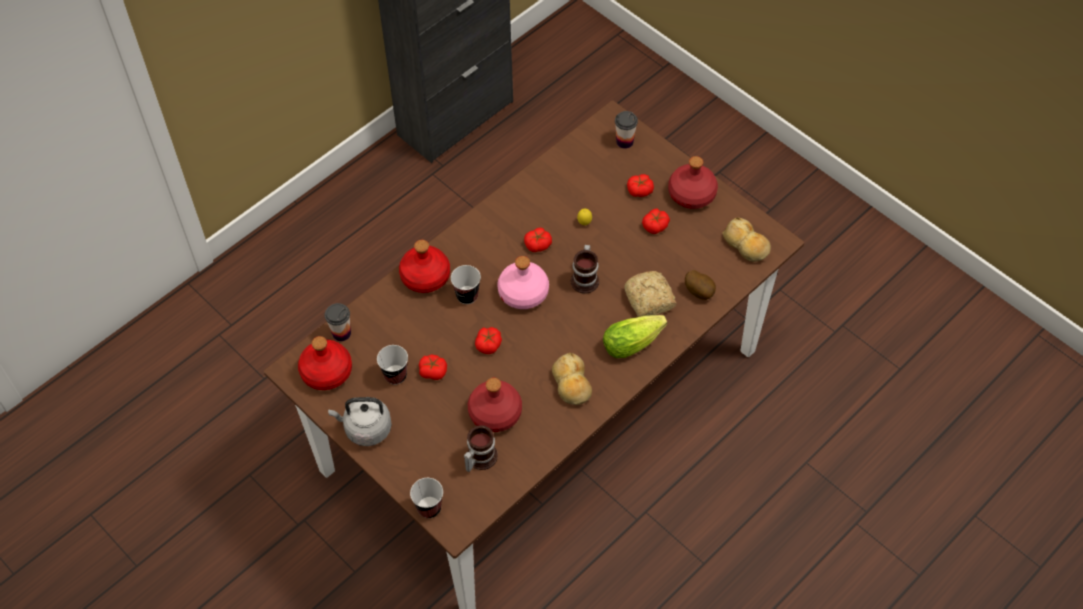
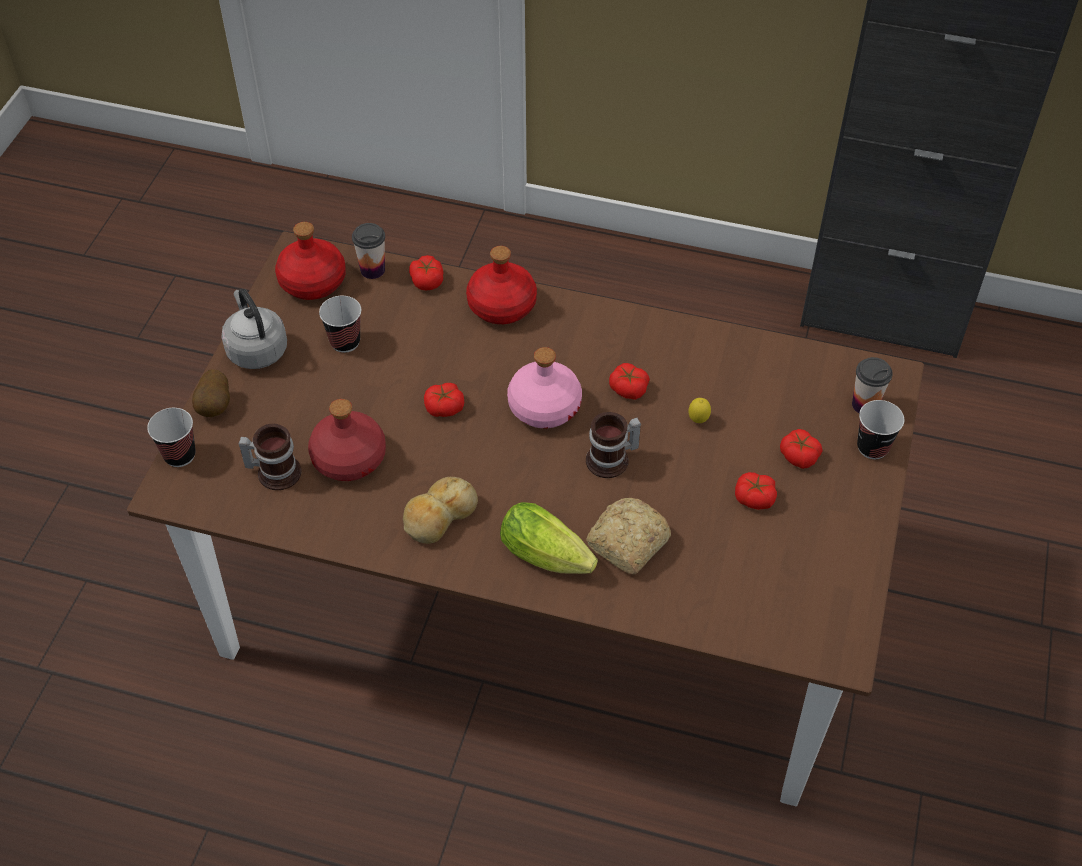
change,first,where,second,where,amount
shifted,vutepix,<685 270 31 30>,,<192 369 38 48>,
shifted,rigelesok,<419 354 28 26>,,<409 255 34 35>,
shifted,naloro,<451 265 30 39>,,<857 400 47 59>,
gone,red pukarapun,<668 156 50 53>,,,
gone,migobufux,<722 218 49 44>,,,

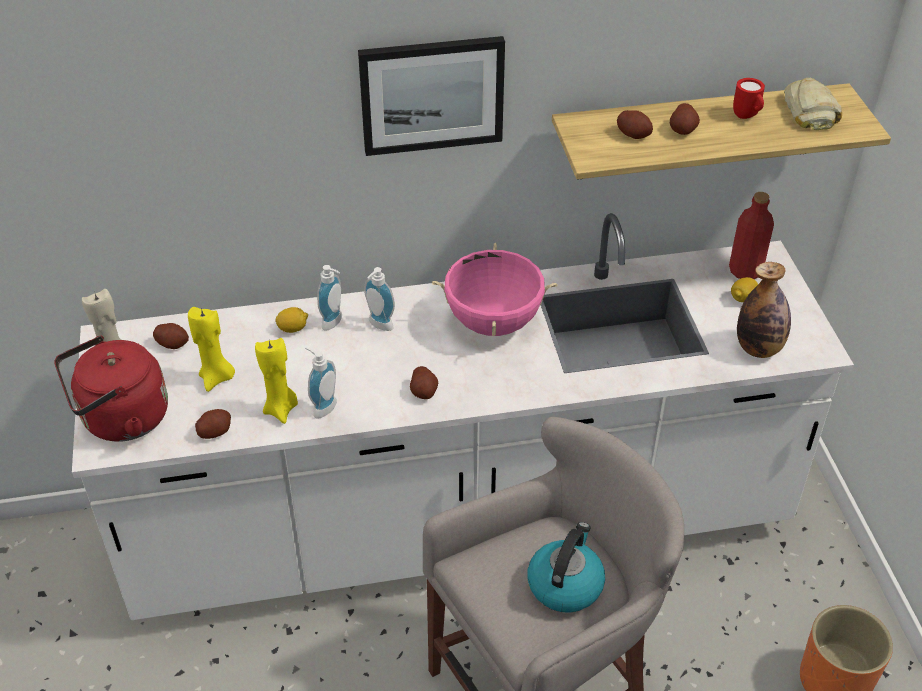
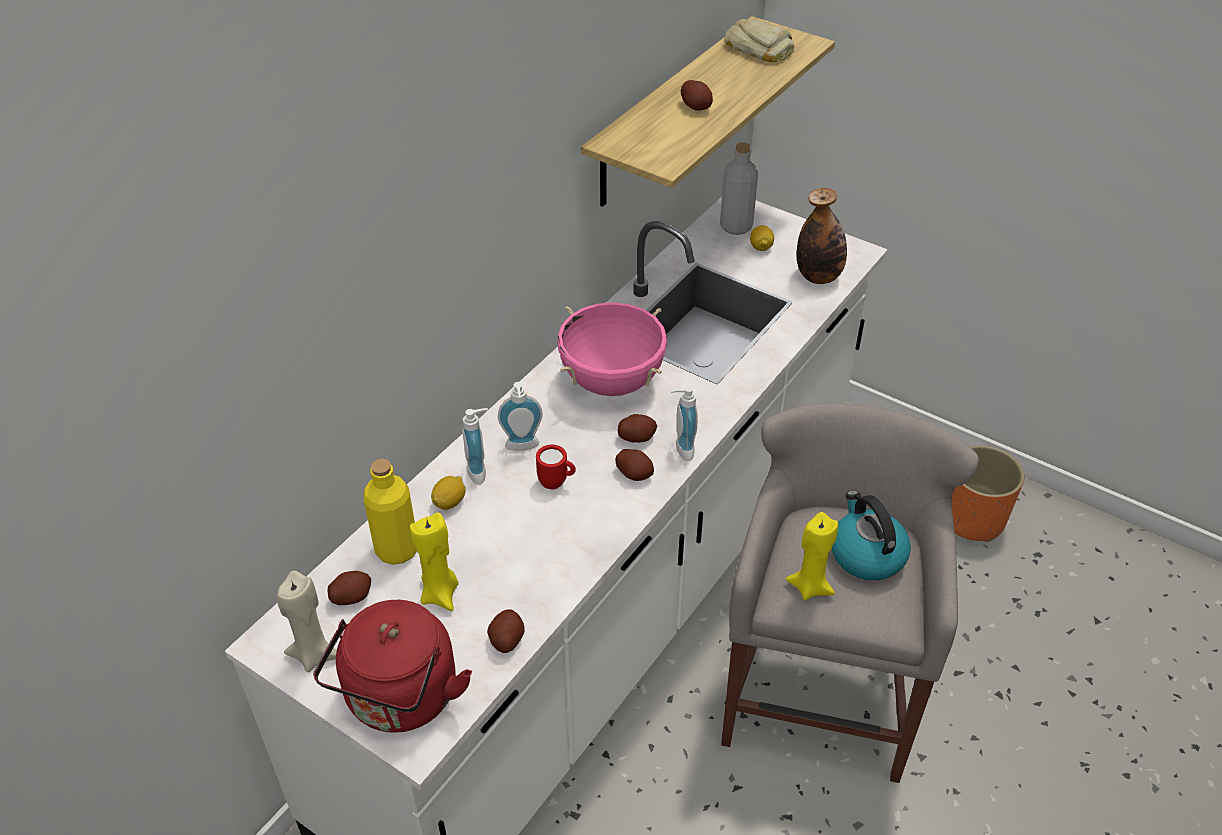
change,first,where,second,where,amount
new,,,yellow pukarapun,<364 459 53 106>,
shifted,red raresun,<733 78 32 41>,,<536 445 40 45>,
shifted,vutepix,<617 110 36 29>,,<618 414 39 29>,
shifted,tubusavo,<305 347 32 72>,,<671 386 27 75>,
repainted,red pukarapun,<729 192 45 87>,grey pukarapun,<720 142 38 93>,
shifted,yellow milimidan,<255 338 43 86>,,<786 512 52 89>,
gone,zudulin,<358 36 147 120>,,,

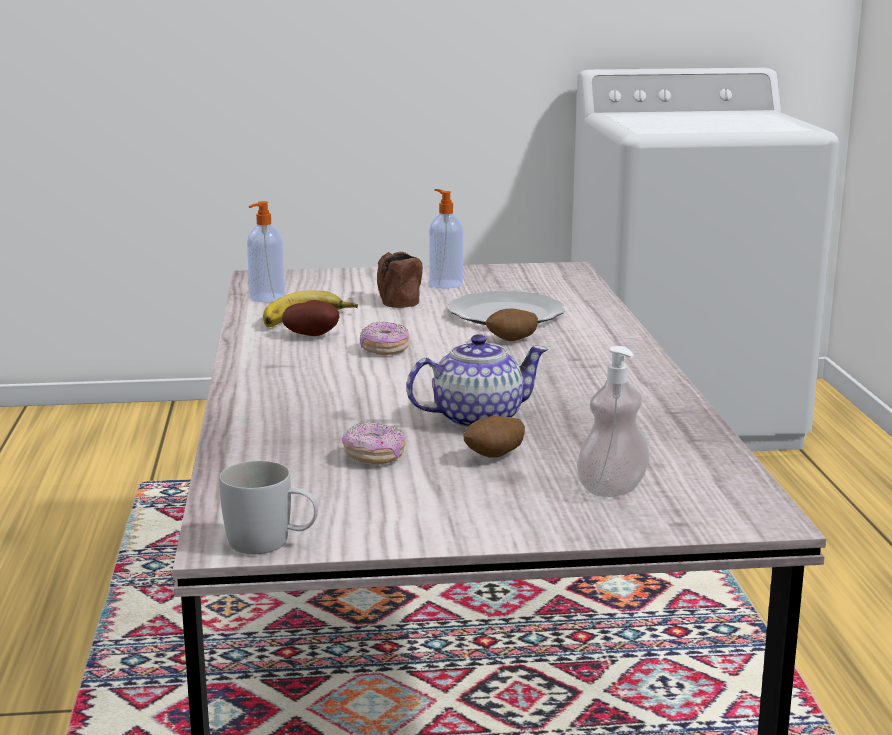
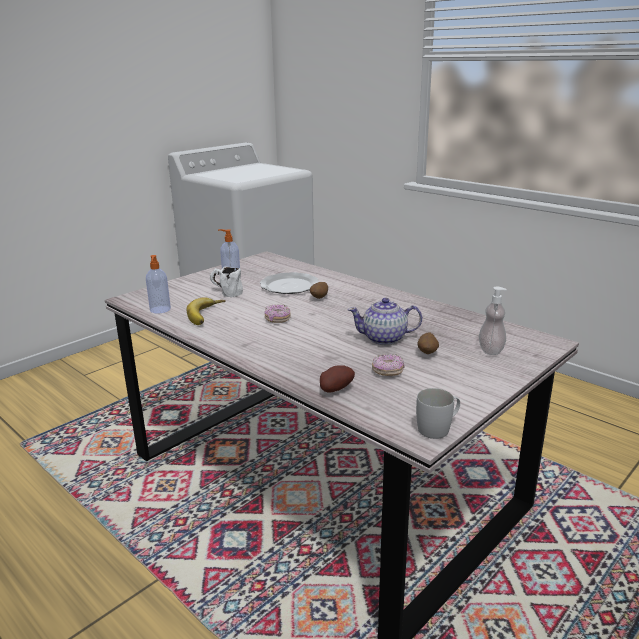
change,first,where,second,where,amount
repainted,brown raresun,<377 252 46 56>,white raresun,<210 266 33 31>,
shifted,vutepix,<282 300 57 36>,,<320 365 35 28>,
rotated,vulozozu,<406 334 142 95>,,<348 298 74 47>,120 degrees counterclockwise

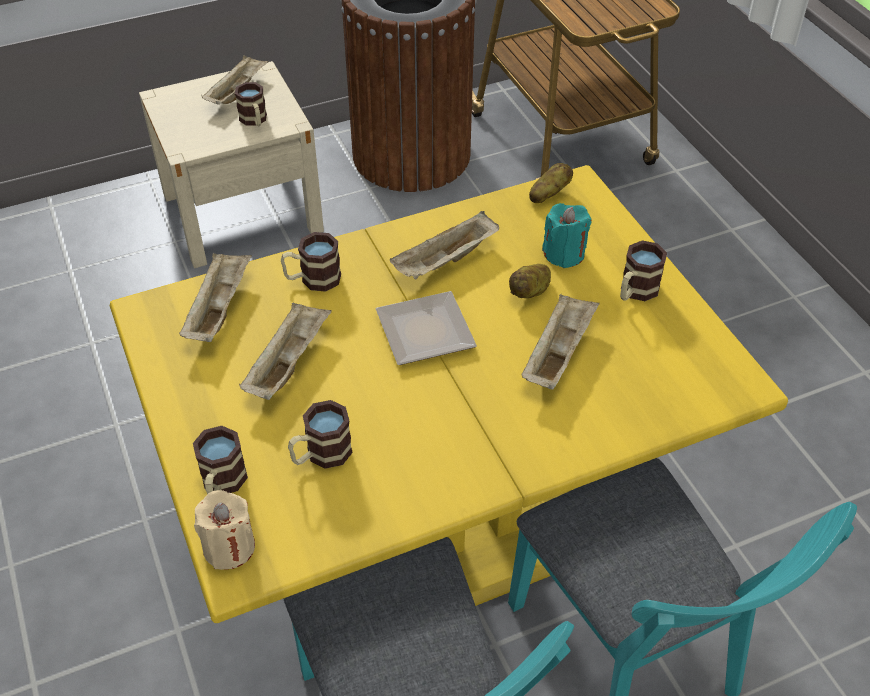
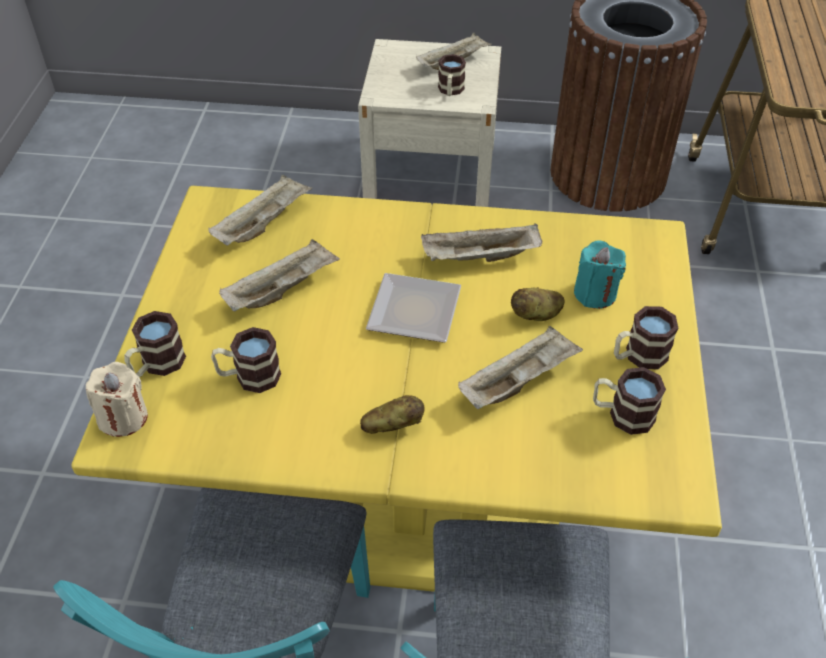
change,first,where,second,where,amount
shifted,vutepix,<529 163 44 40>,,<360 395 64 39>,
shifted,raresun,<281 232 60 60>,,<593 367 73 68>,

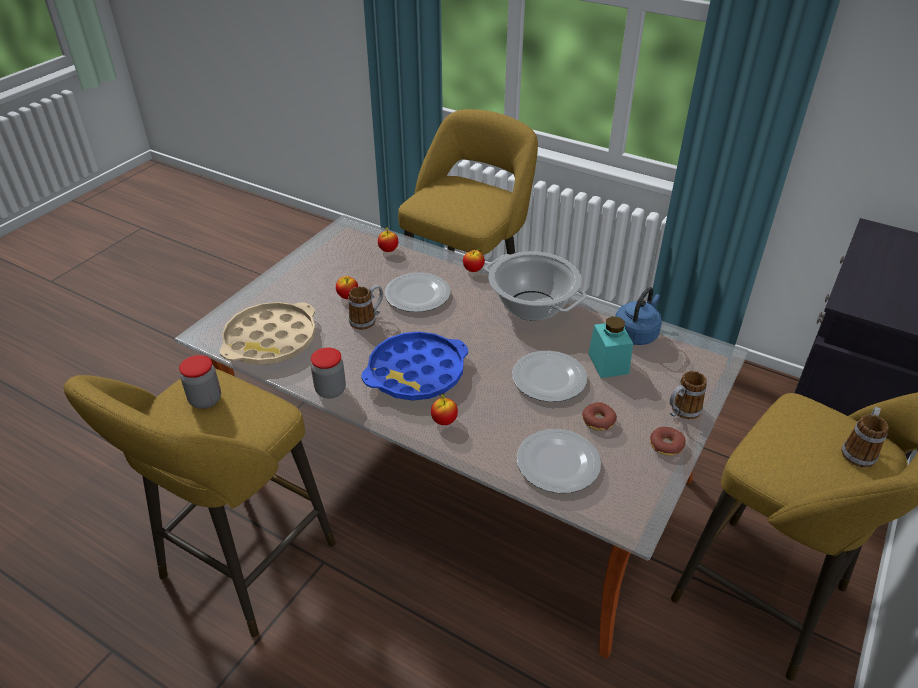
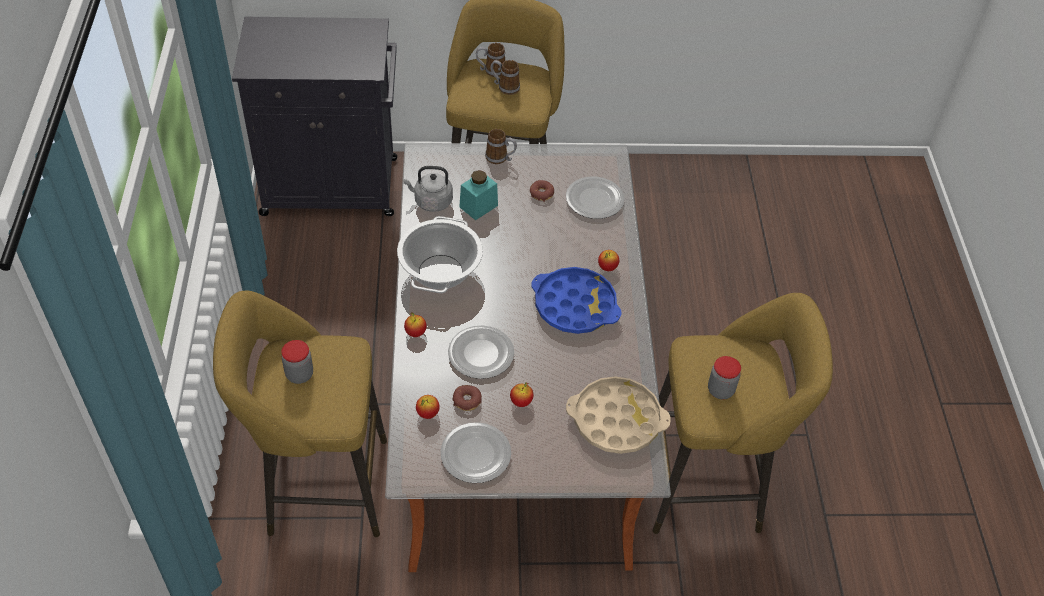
change,first,where,second,where,amount
shifted,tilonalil,<311 347 35 51>,,<281 340 32 44>,
repainted,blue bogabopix,<615 287 47 58>,grey bogabopix,<403 166 50 46>,
shifted,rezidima,<512 351 75 51>,,<441 422 70 61>,
shifted,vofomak,<650 427 36 29>,,<452 385 30 26>,
shifted,raresun,<349 285 34 45>,,<491 60 29 35>,

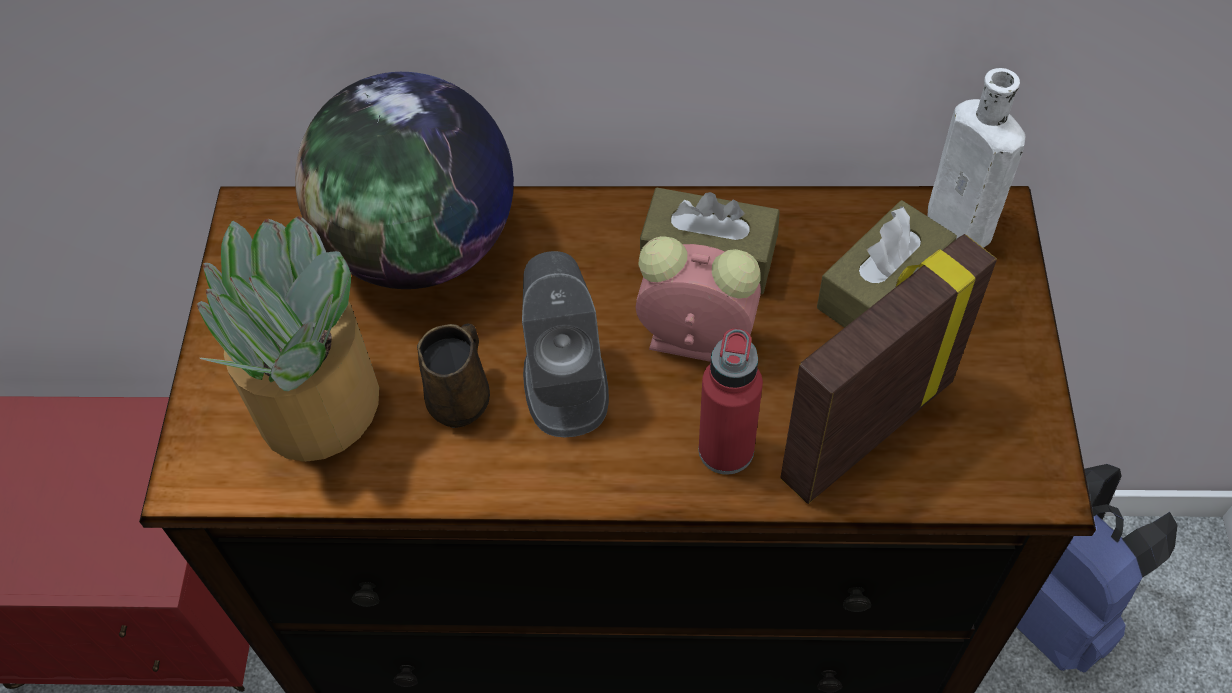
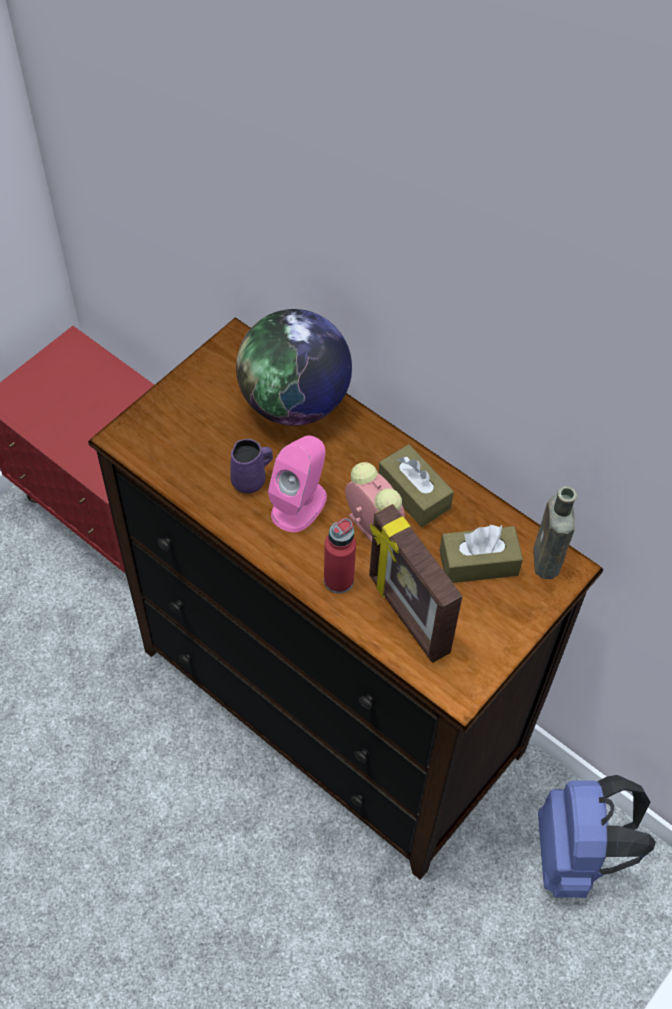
change,first,where,second,where,amount
repainted,brown raresun,<417 324 73 104>,purple raresun,<230 439 43 54>,
repainted,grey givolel,<522 251 87 186>,pink givolel,<268 435 59 97>,
rotated,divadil,<780 234 217 270>,,<369 504 93 159>,120 degrees counterclockwise
repainted,white pukarapun,<928 68 97 180>,brown pukarapun,<533 486 44 93>,
gone,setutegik,<197 216 182 246>,,,

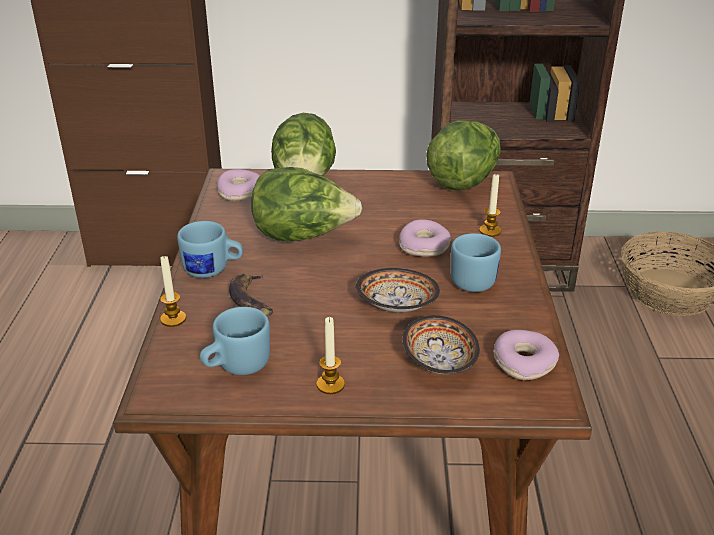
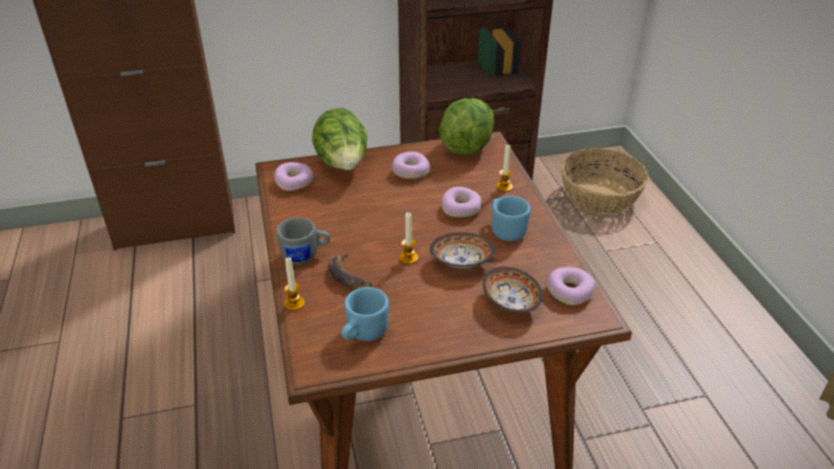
change,first,where,second,where,amount
repainted,blue raresun,<177 221 66 57>,grey raresun,<276 217 54 48>,
new,,,vofomak,<392 152 38 27>,
shifted,milimidan,<316 317 29 77>,,<399 212 19 52>,
gone,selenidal,<251 167 111 75>,,,

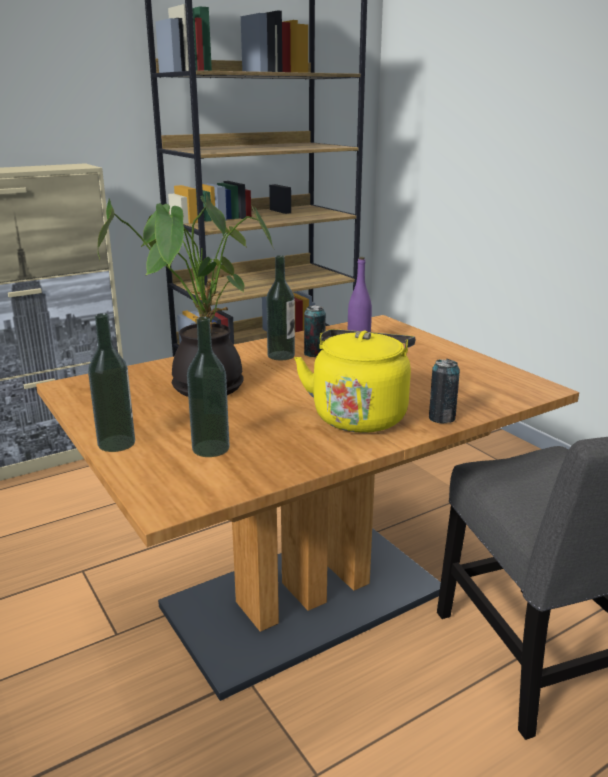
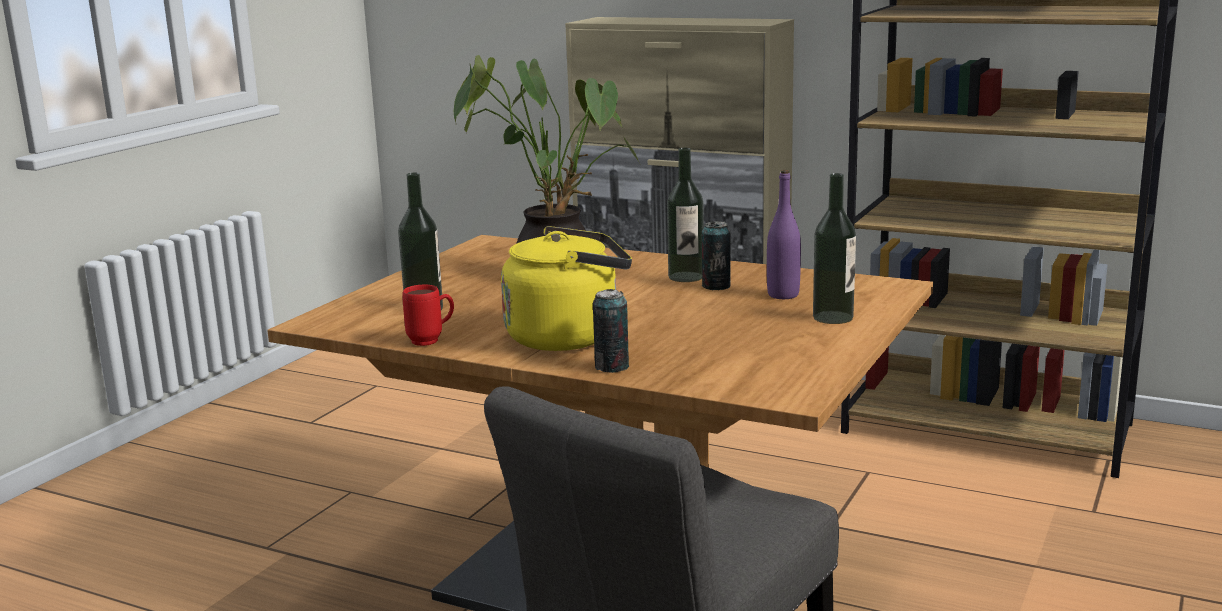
change,first,where,second,where,amount
new,,,red raresun,<402 285 52 61>,
shifted,pukarapun,<88 313 47 139>,,<813 173 43 151>,

